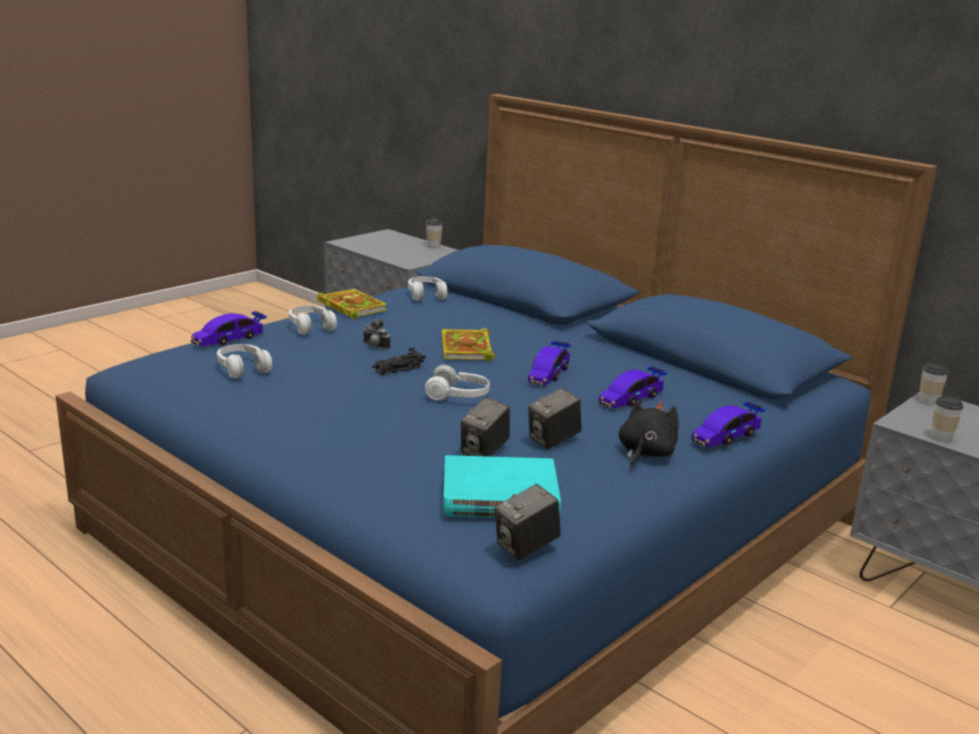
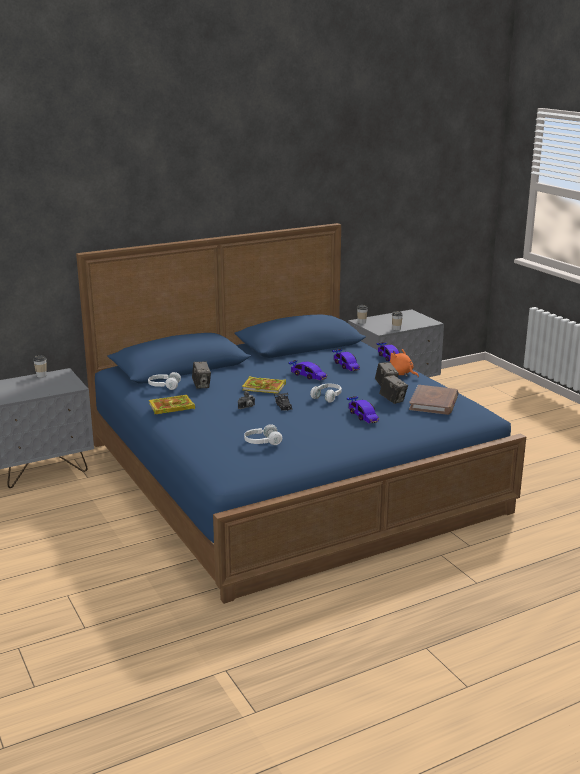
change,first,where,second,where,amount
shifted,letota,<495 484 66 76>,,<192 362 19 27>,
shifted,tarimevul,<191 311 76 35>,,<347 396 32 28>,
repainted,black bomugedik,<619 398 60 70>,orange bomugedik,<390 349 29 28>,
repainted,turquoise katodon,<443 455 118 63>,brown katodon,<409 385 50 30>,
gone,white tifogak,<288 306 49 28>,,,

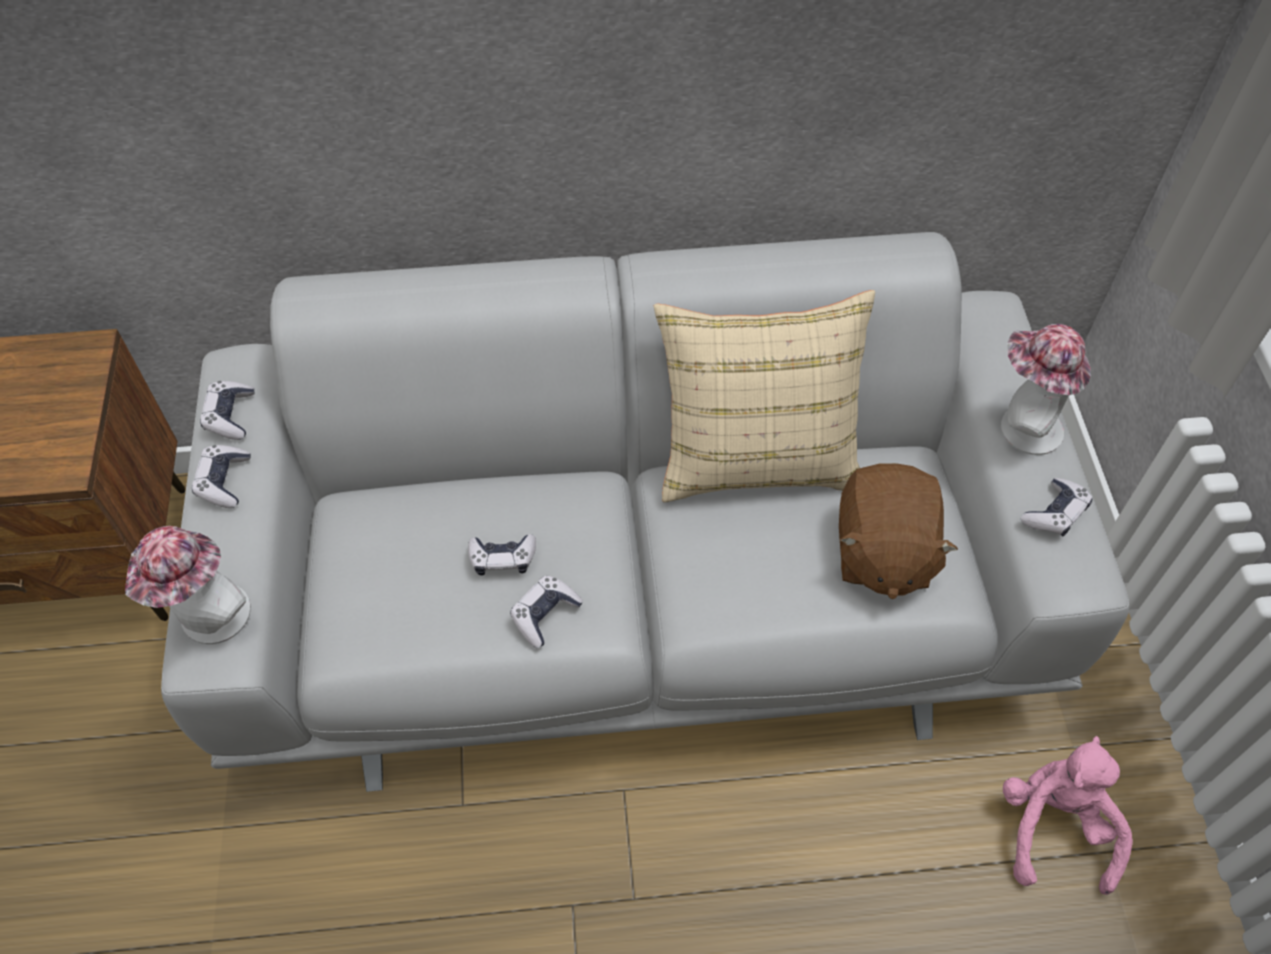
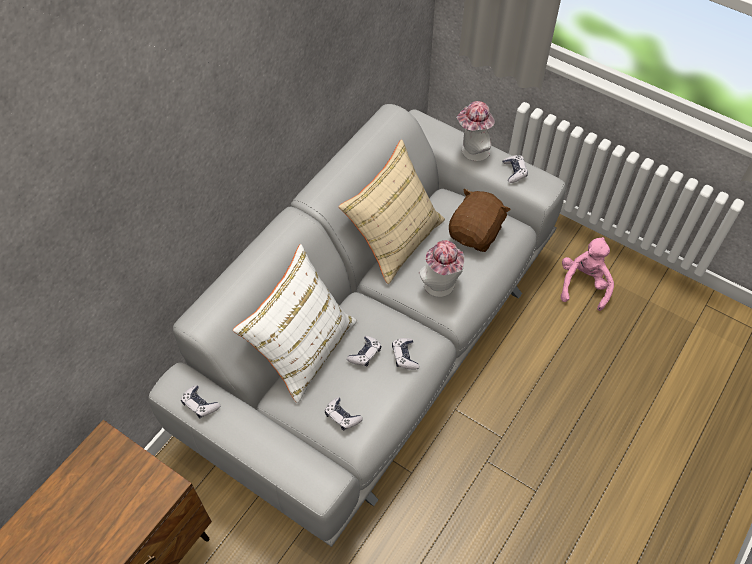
change,first,where,second,where,amount
new,,,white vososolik,<233 244 124 159>,
shifted,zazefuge,<192 445 59 63>,,<325 397 38 34>,
shifted,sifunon,<125 526 126 118>,,<419 240 45 57>,
rotated,brown bomugedik,<839 463 119 136>,,<449 188 62 64>,105 degrees counterclockwise
rotated,pink bomugedik,<1003 736 130 159>,,<561 237 53 74>,60 degrees clockwise

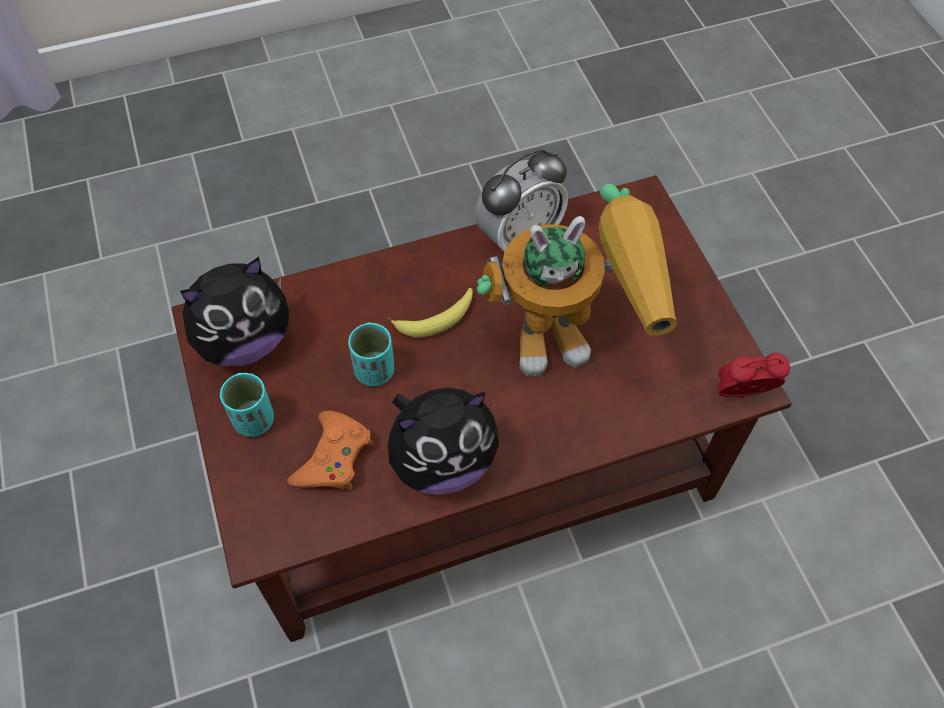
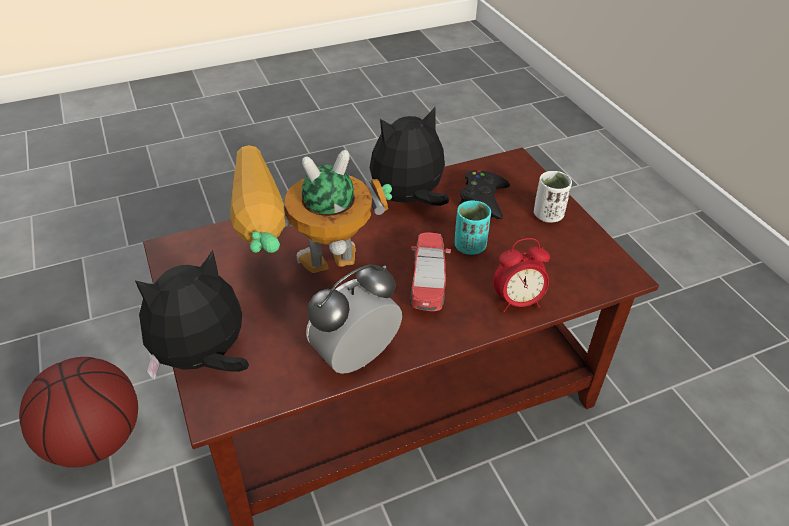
change,first,where,second,where,amount
new,,,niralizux,<19 357 119 111>,
shifted,bomugedik,<180 257 109 109>,,<135 250 114 130>,
swapped,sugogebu,<387 288 86 50>,tarimevul,<410 232 41 79>,
repainted,orange zazefuge,<287 410 85 80>,black zazefuge,<459 170 51 49>,
shifted,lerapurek,<716 353 74 47>,,<493 238 57 74>,
repainted,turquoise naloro,<220 373 54 64>,white naloro,<534 171 38 52>,

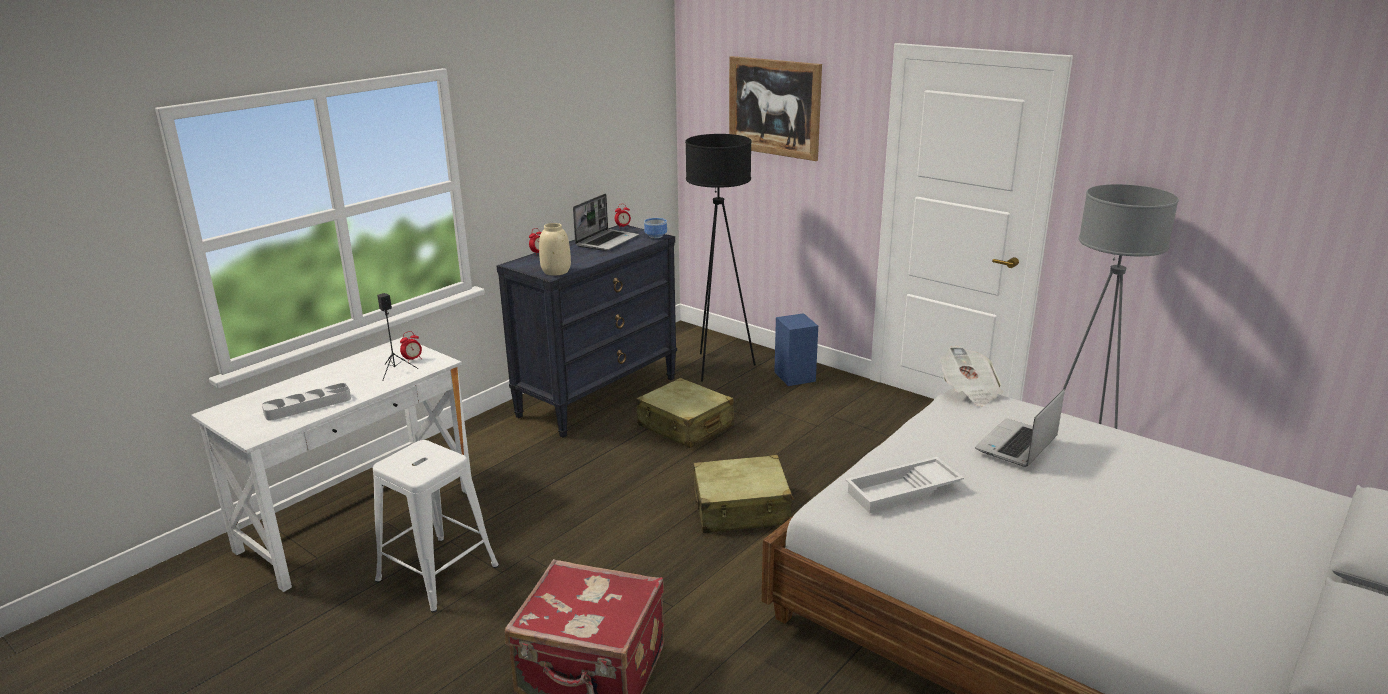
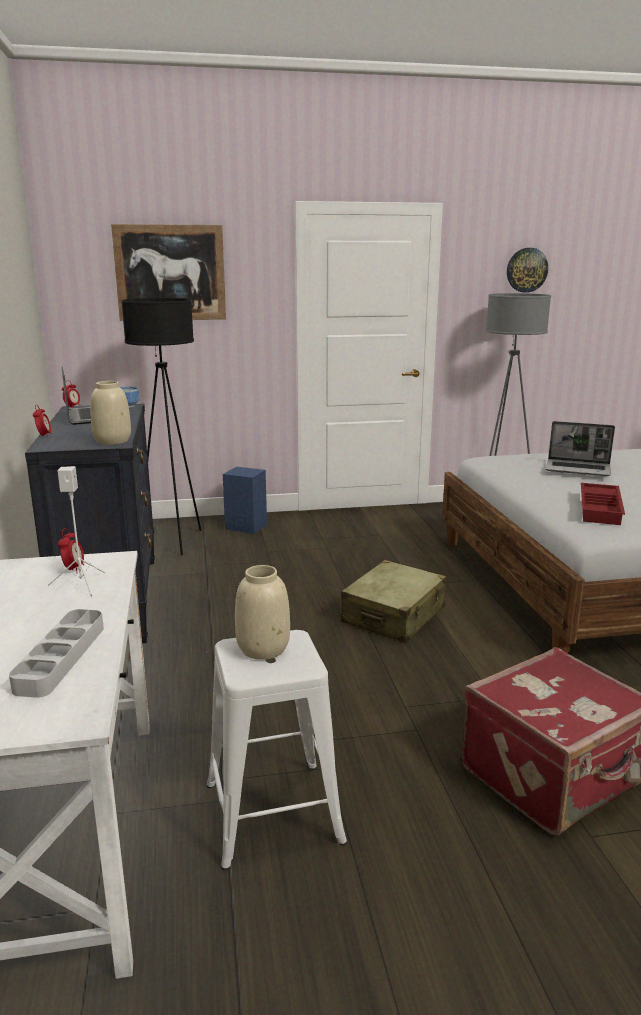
change,first,where,second,where,amount
repainted,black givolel,<377 293 41 88>,white givolel,<48 466 57 131>,
new,,,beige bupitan,<235 565 55 95>,
new,,,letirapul,<507 248 41 45>,
rotated,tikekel,<975 389 90 78>,,<546 421 69 55>,60 degrees counterclockwise
repainted,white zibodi,<845 457 119 57>,red zibodi,<581 483 44 42>,
gone,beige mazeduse,<636 378 98 70>,,,
gone,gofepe,<940 346 63 60>,,,

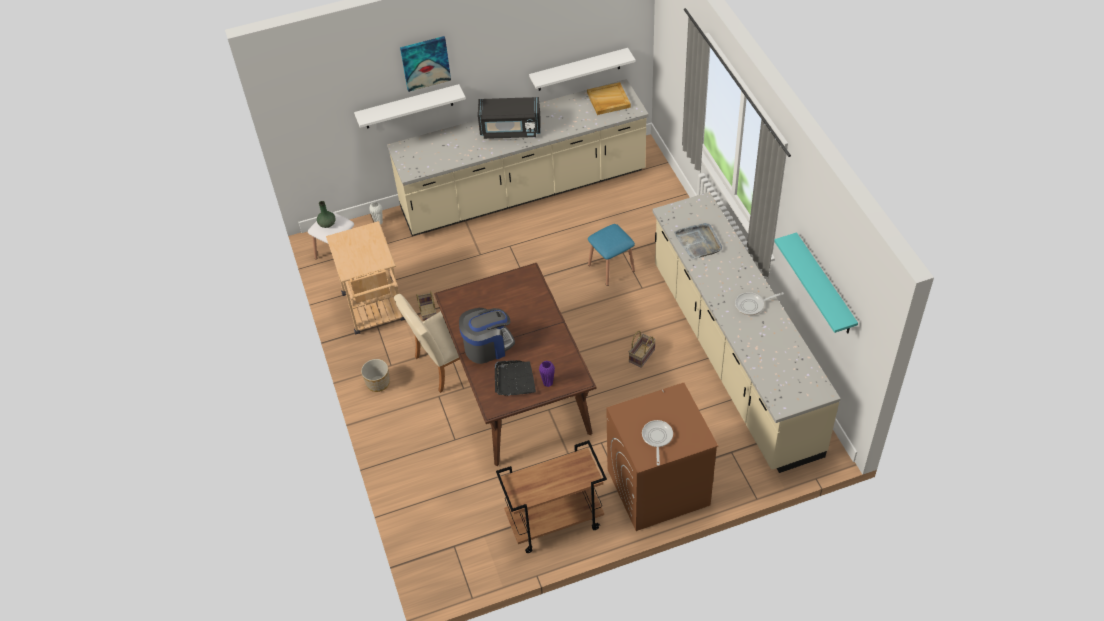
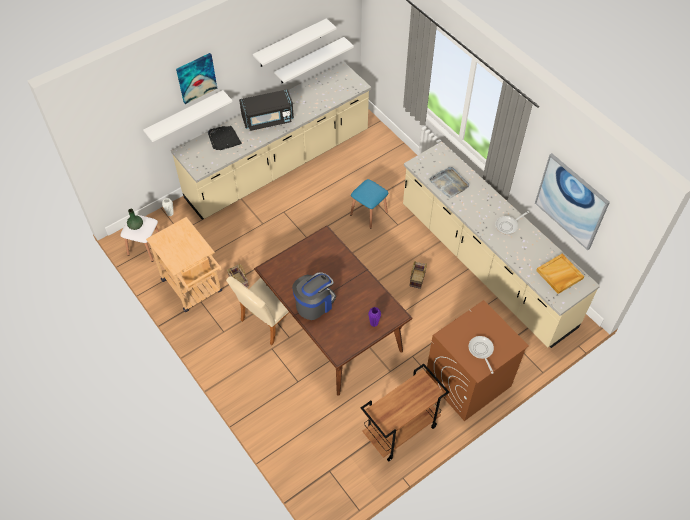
change,first,where,second,where,amount
shifted,black zibodi,<495 360 41 36>,,<208 126 34 24>,
new,,,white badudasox,<253 18 83 49>,
swapped,turquoise badudasox,<774 232 84 101>,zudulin,<535 153 75 97>,
shifted,beige zibodi,<587 82 44 33>,,<536 254 48 40>,
gone,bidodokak,<361 359 29 33>,,,

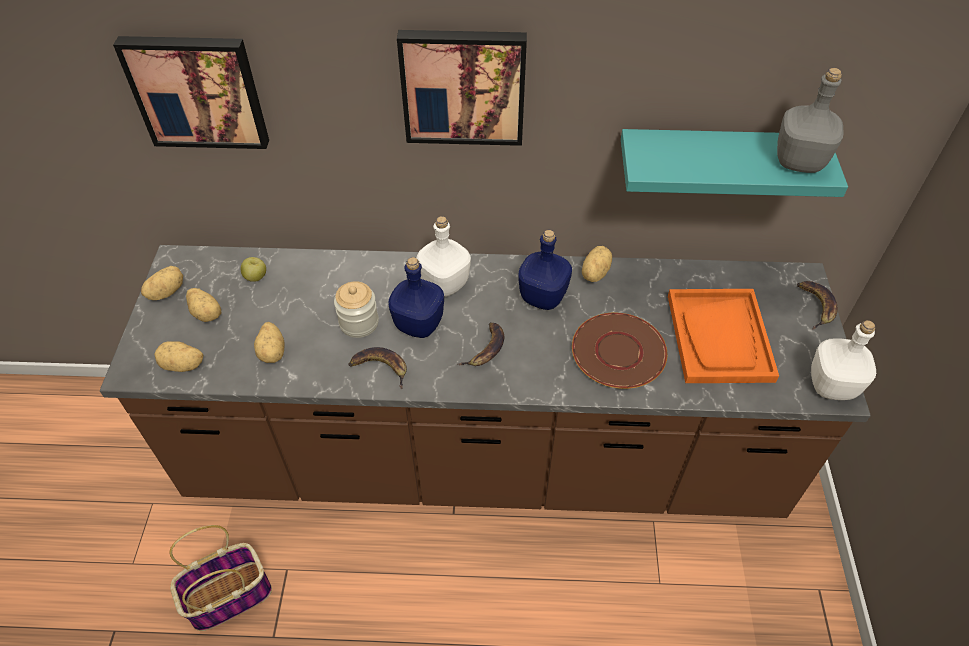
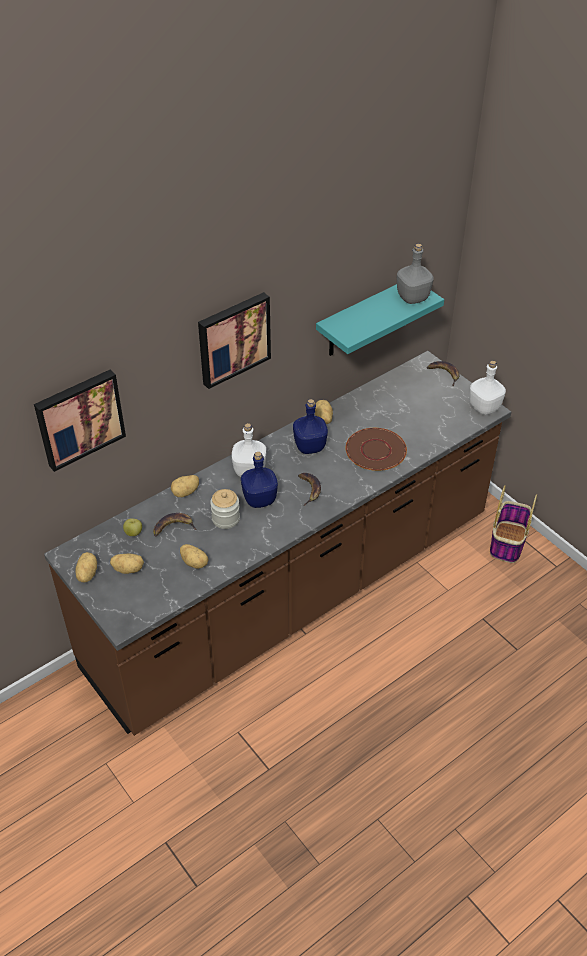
change,first,where,second,where,amount
shifted,sugogebu,<349 347 58 43>,,<153 513 44 24>,
shifted,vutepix,<154 341 49 31>,,<171 475 28 22>,
shifted,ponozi,<170 525 102 106>,,<490 485 47 78>,
gone,orange zibodi,<668 289 111 94>,,,

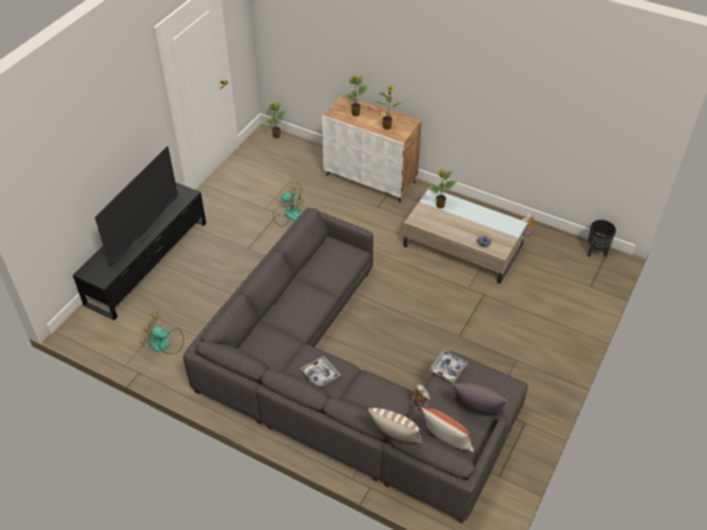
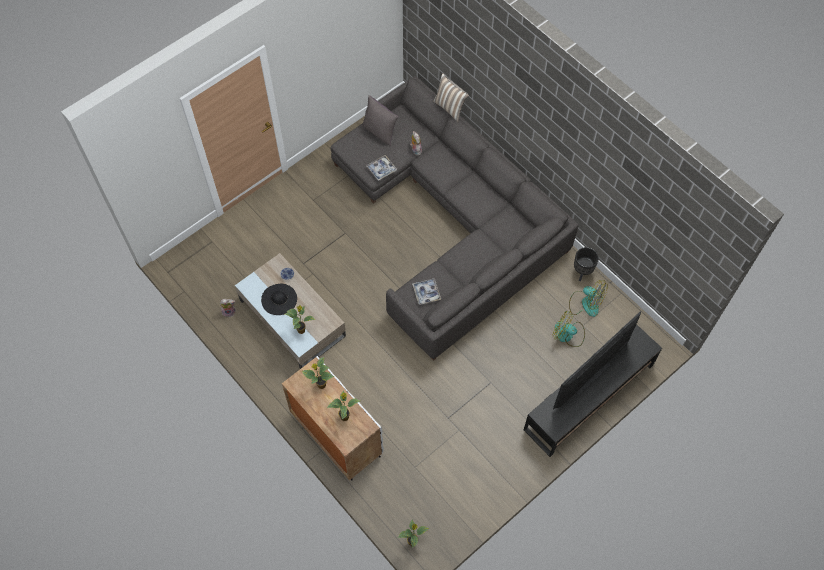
change,first,where,second,where,amount
new,,,black sifunon,<261 284 36 31>,
shifted,zibodi,<300 356 41 31>,,<412 278 29 27>,
shifted,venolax,<273 181 31 46>,,<552 311 33 36>,
shifted,black bidodokak,<587 220 29 37>,,<574 247 25 34>,
gone,vososolik,<421 407 53 45>,,,

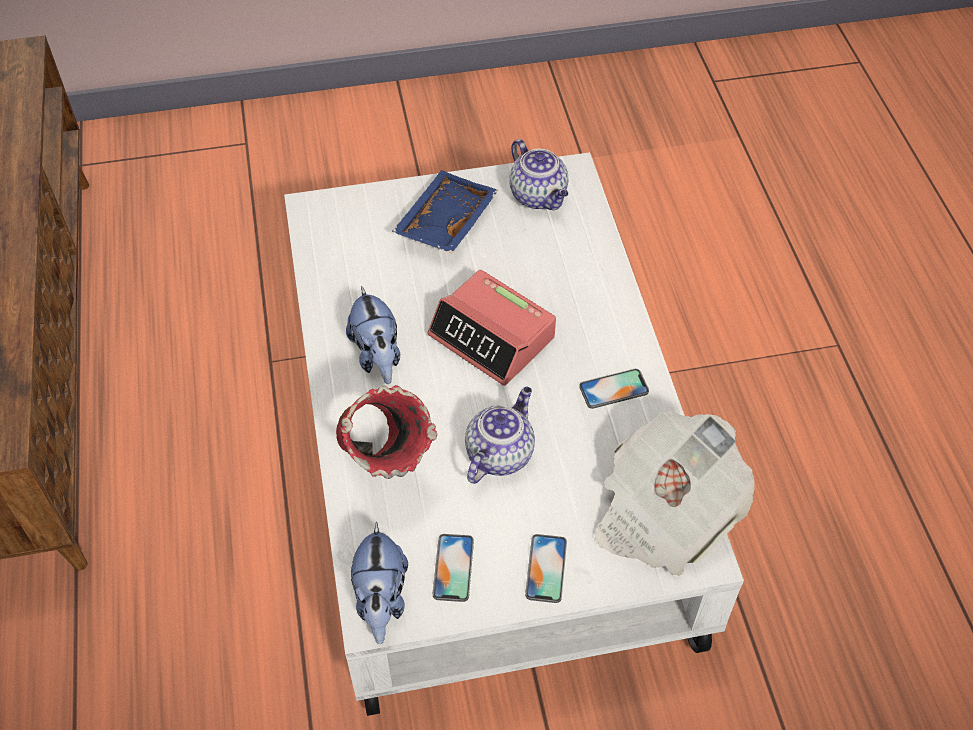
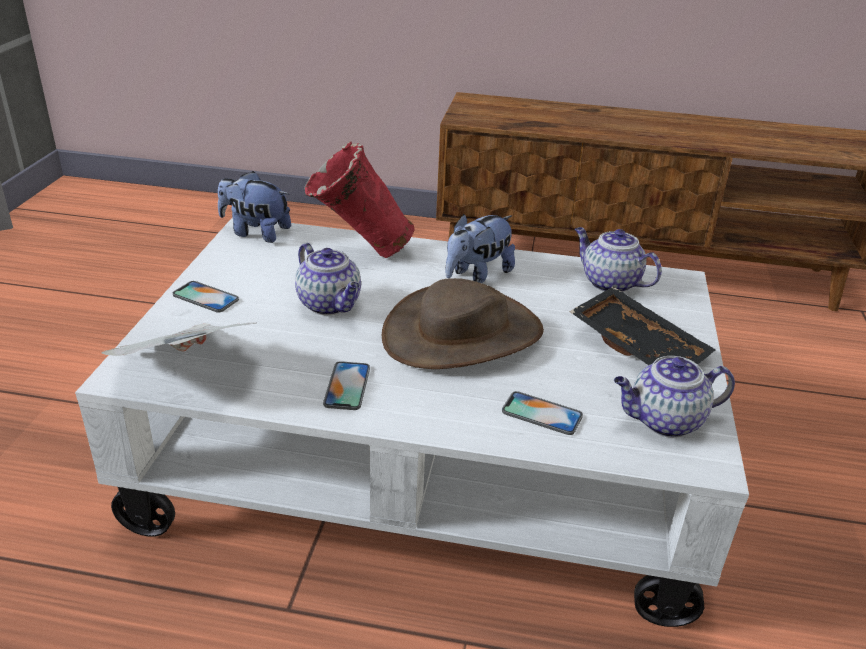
change,first,where,second,where,amount
swapped,lerapurek,<427 270 129 116>,brown sifunon,<382 278 162 91>,
rotated,bomugedik,<346 286 54 98>,,<446 214 69 69>,45 degrees counterclockwise
shifted,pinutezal,<433 534 41 68>,,<502 391 81 44>,
repainted,blue zibodi,<392 170 107 83>,black zibodi,<570 286 146 79>,
new,,,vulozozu,<575 227 87 65>,

